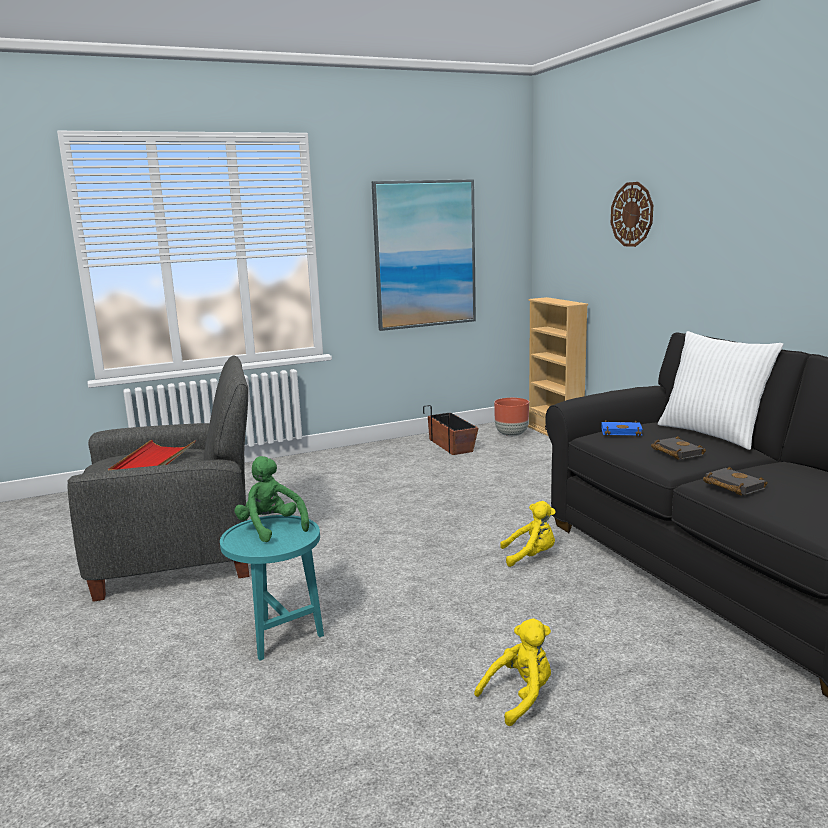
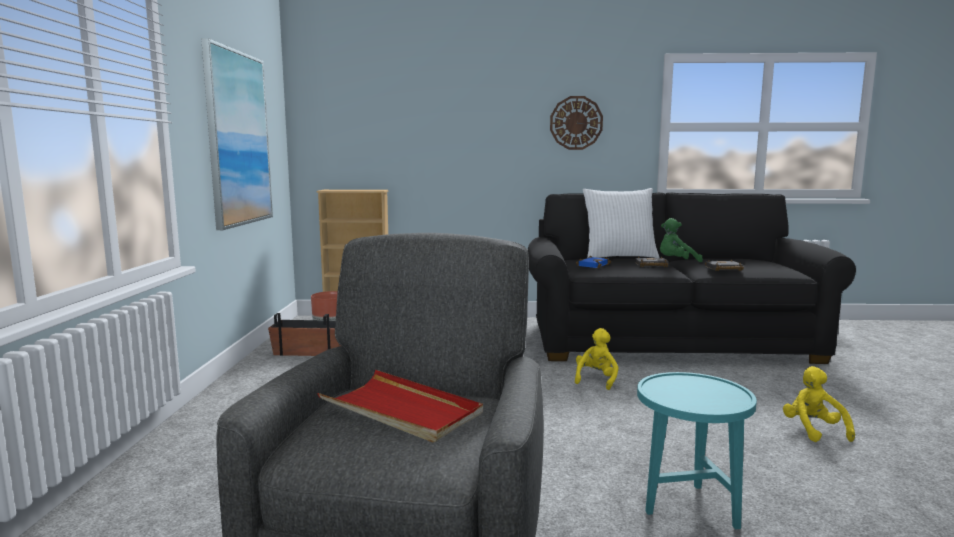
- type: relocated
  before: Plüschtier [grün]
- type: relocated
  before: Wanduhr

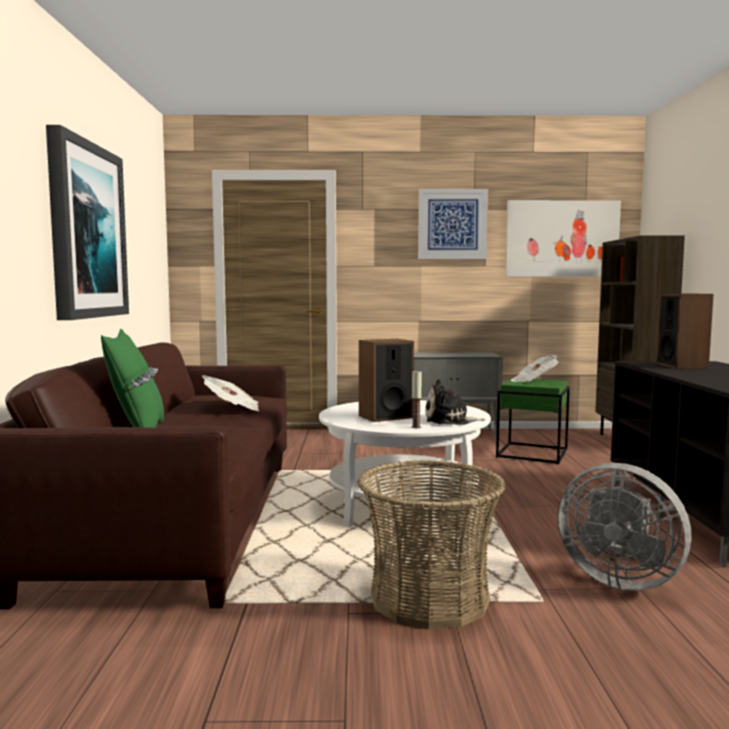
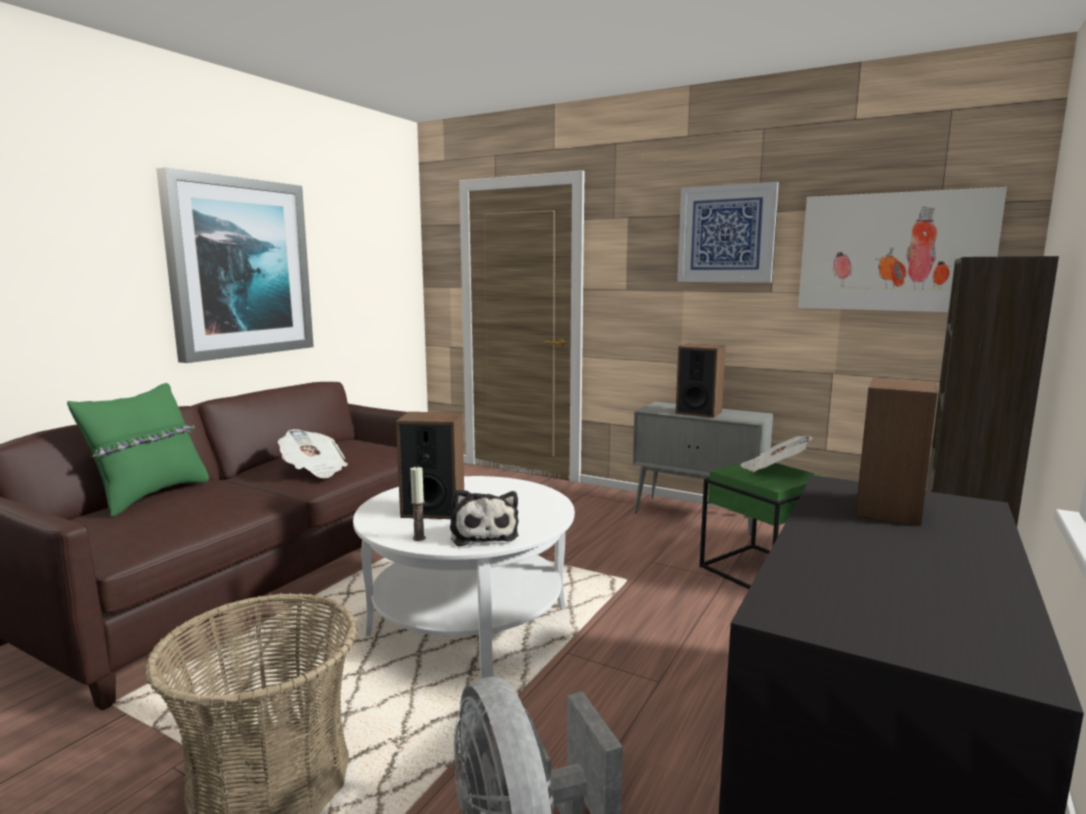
- type: spun
  before: Plüschtier
  turn: -135
- type: appeared
  after: Lautsprecher (no. 2 from left)

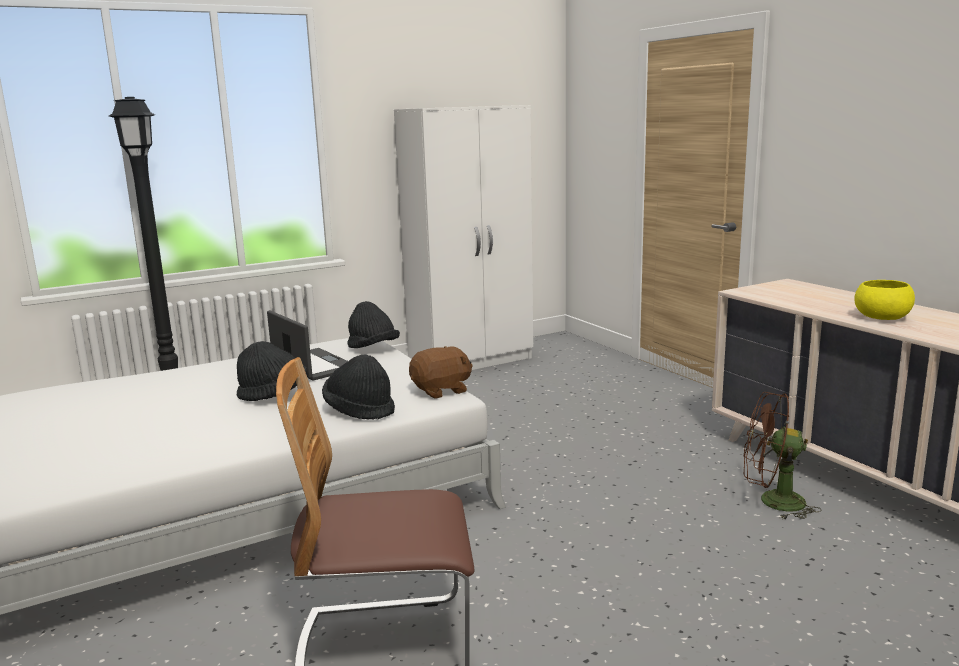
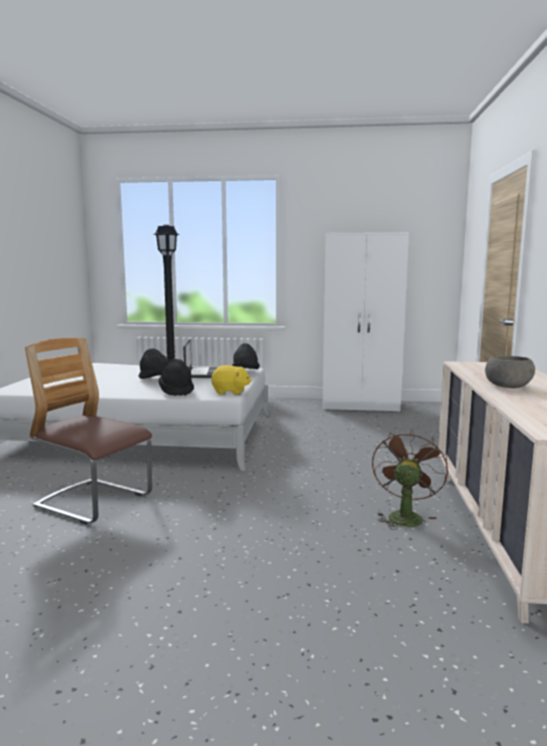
- type: colour
  before: Plüschtier [braun]
  after: Plüschtier [gelb]
- type: spun
  before: Ventilator [braun]
  turn: 60
- type: colour
  before: Schüssel [gelb]
  after: Schüssel [grau]

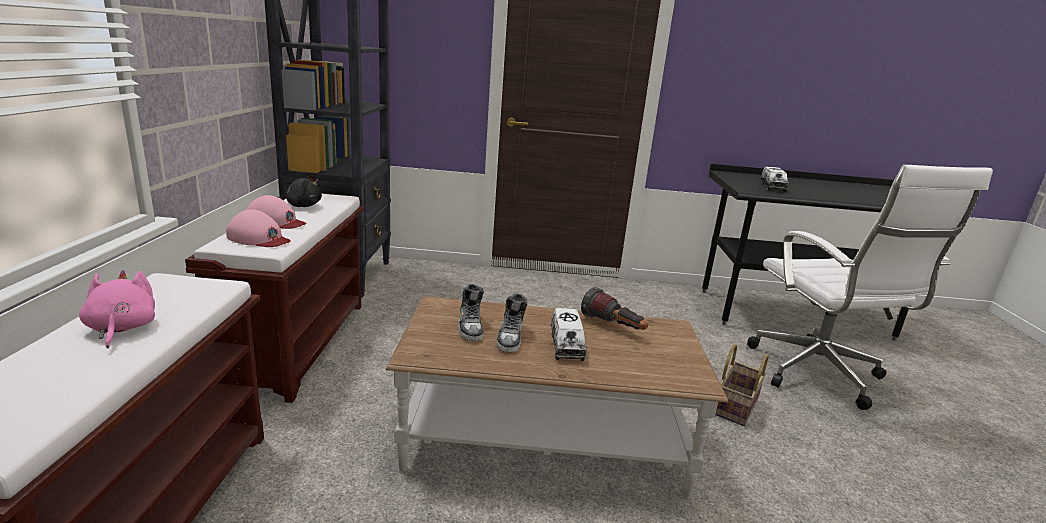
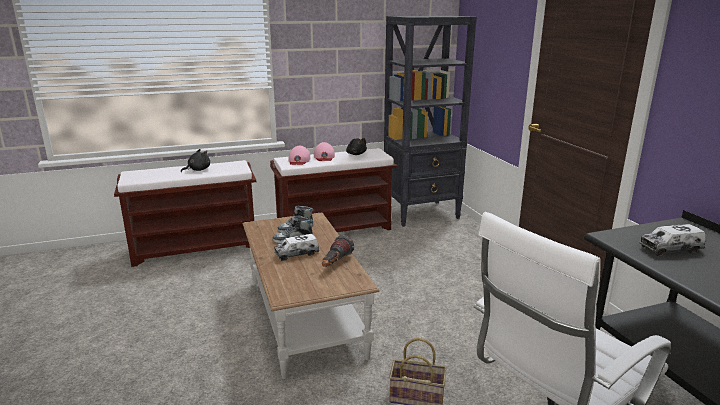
- type: colour
  before: Plüschtier [rosa]
  after: Plüschtier [schwarz] (no. 1 from left)

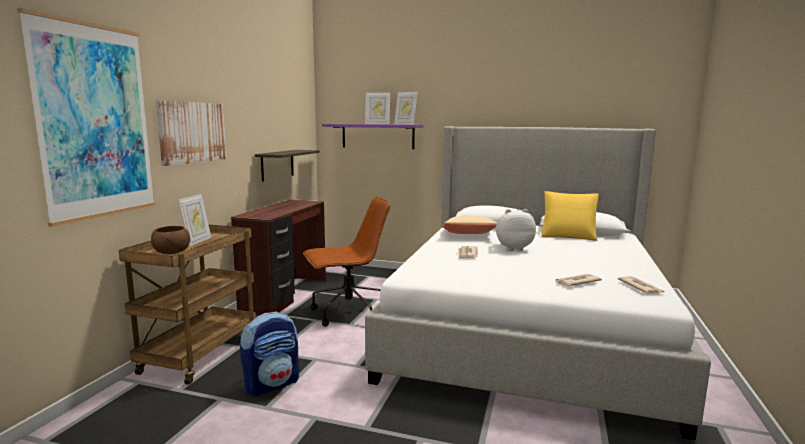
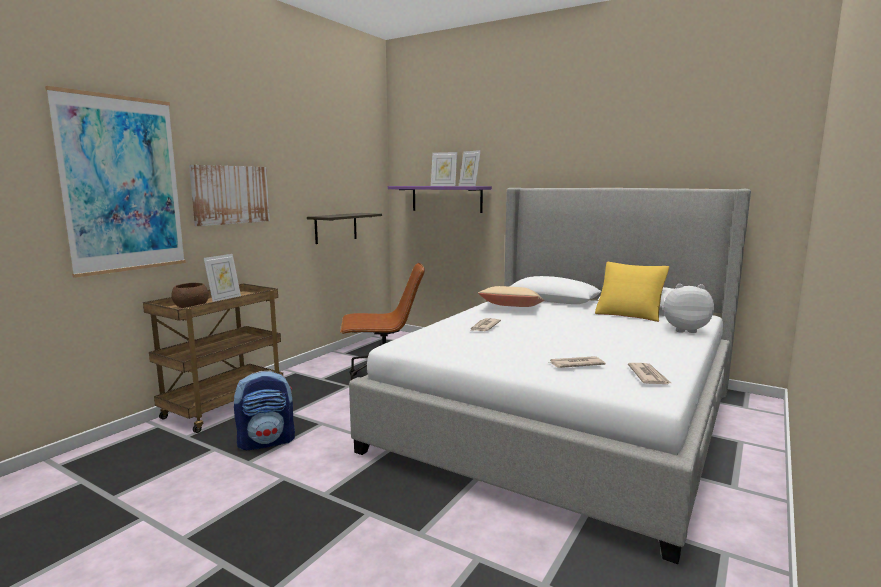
- type: missing
  before: Schreibtisch [braun]
- type: relocated
  before: Plüschtier

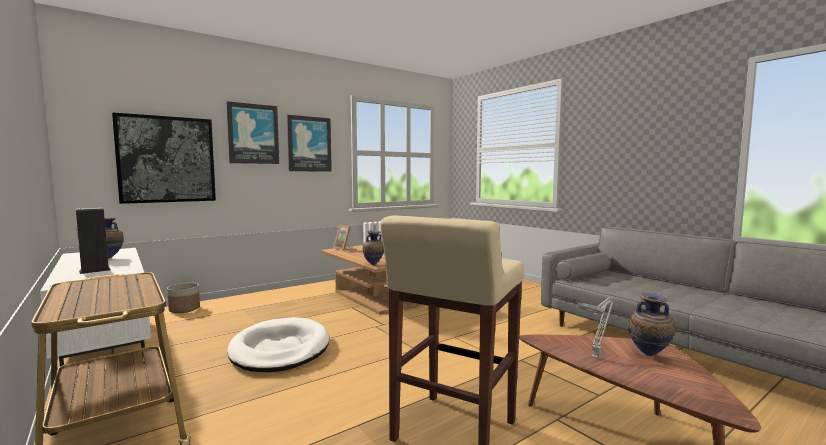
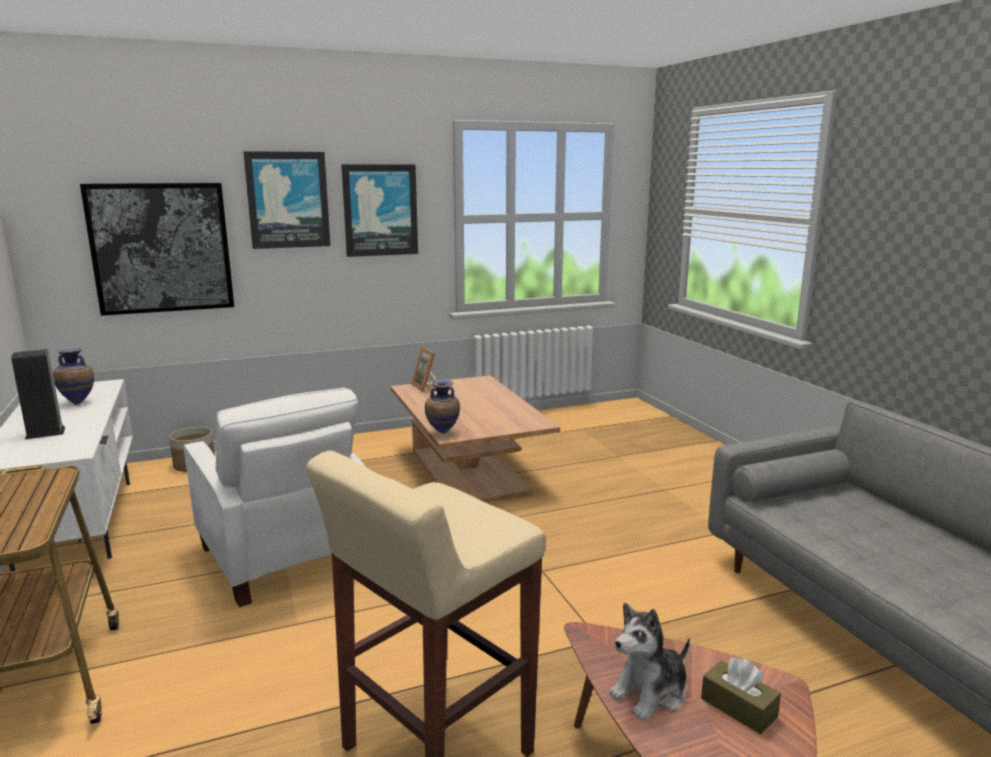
- type: exchanged
  before: Hundebett [weiß]
  after: Sessel [weiß]
- type: exchanged
  before: Tischlampe [grau]
  after: Plüschtier
- type: exchanged
  before: Vase (no. 3 from left)
  after: Taschentuchbox [braun]

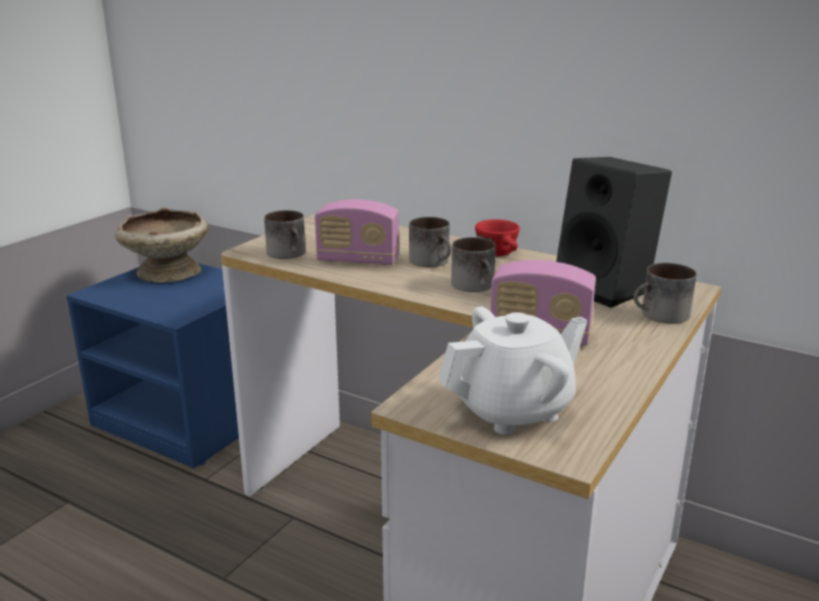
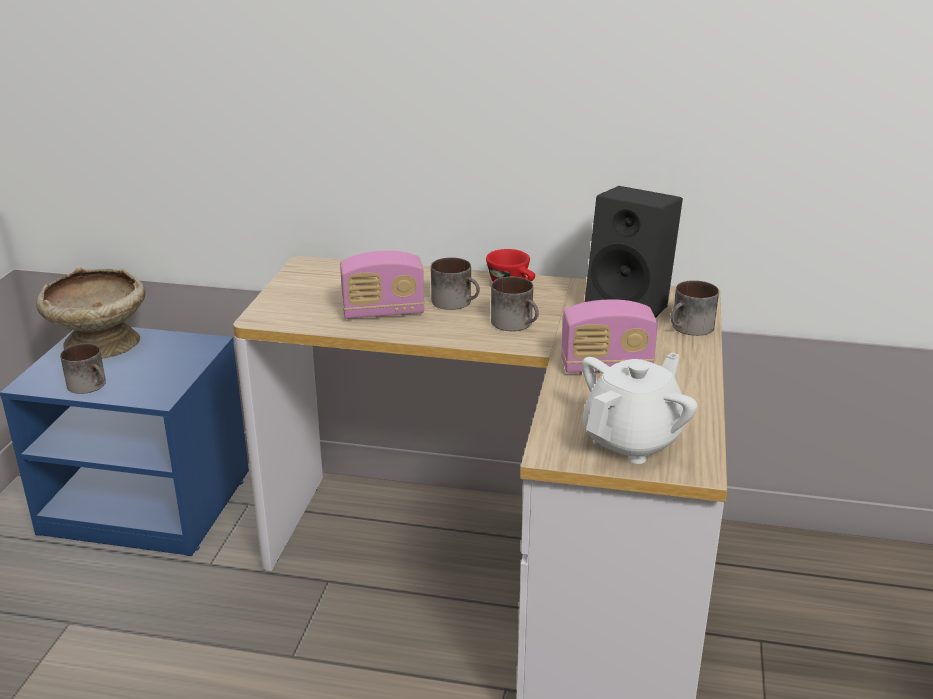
- type: relocated
  before: Henkelbecher (no. 1 from left)

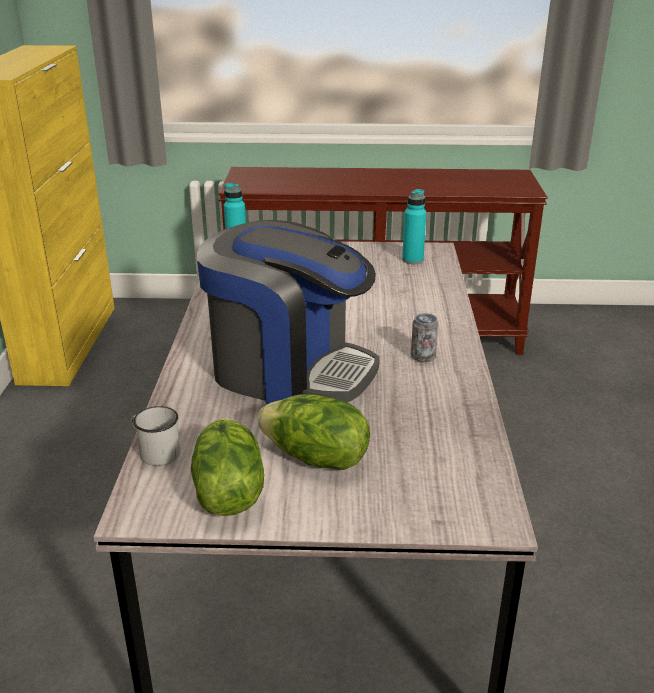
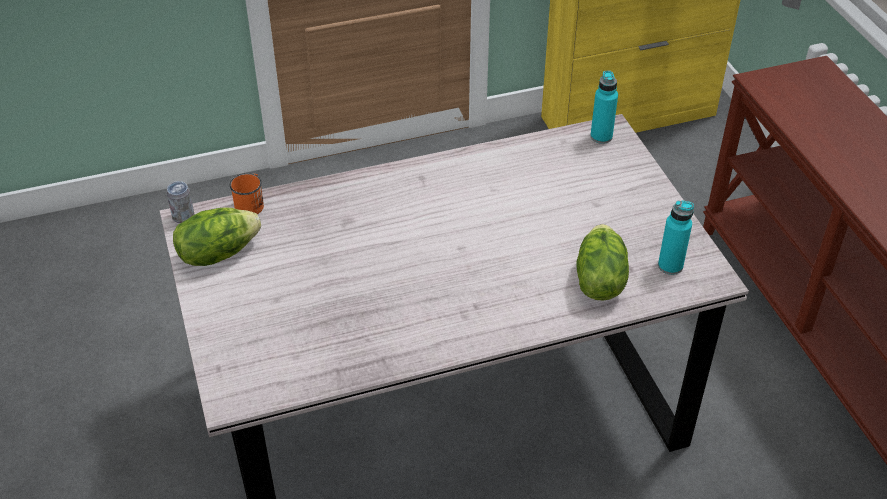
- type: colour
  before: Henkelbecher [weiß]
  after: Henkelbecher [orange]
- type: missing
  before: Kaffeemaschine
- type: relocated
  before: Salatkopf (no. 2 from left)
- type: relocated
  before: Dose

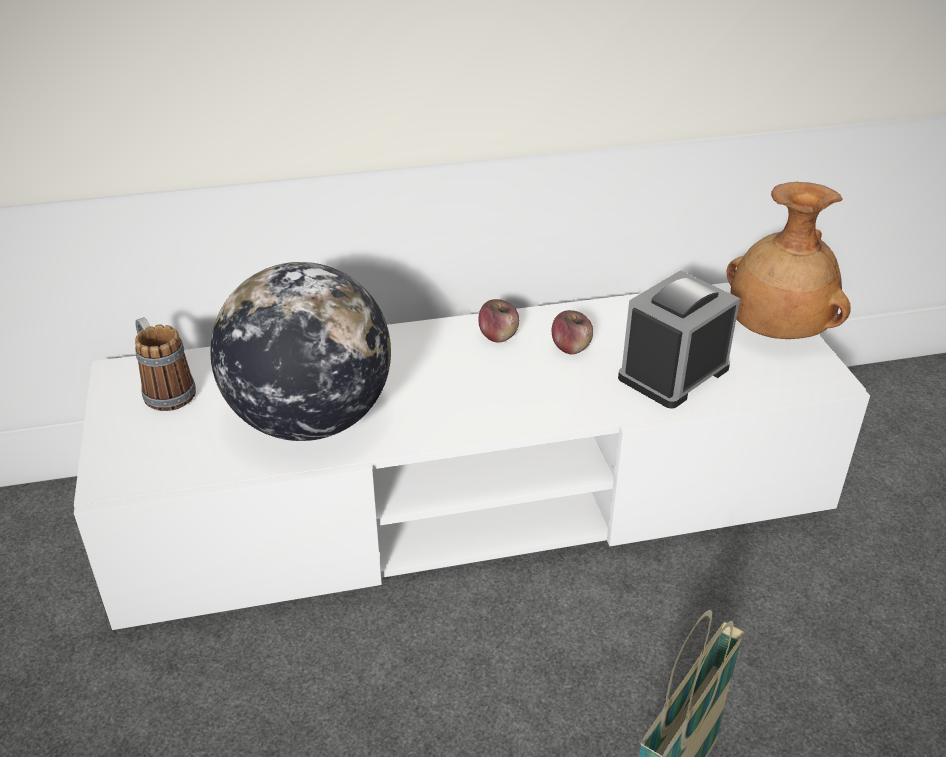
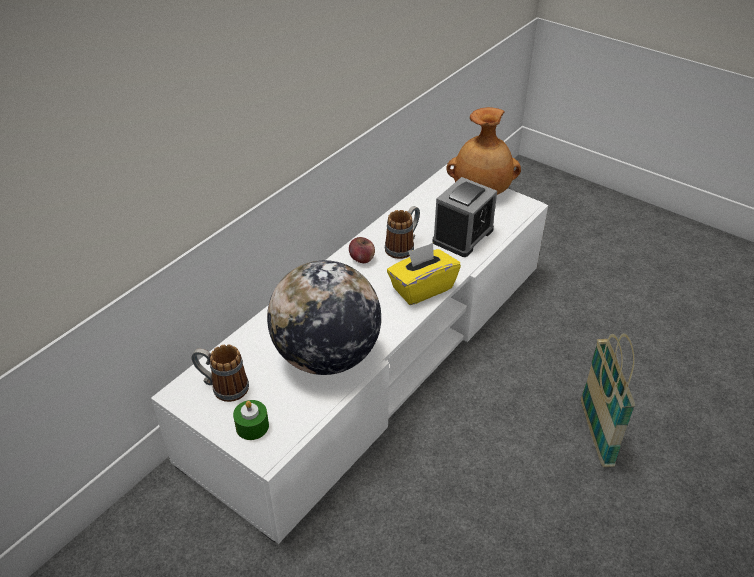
- type: exchanged
  before: Apfel (no. 2 from left)
  after: Henkelbecher (no. 2 from left)
- type: spun
  before: Wecker
  turn: -150
- type: appeared
  after: Kerze [grün]
- type: appeared
  after: Taschentuchbox [gelb]

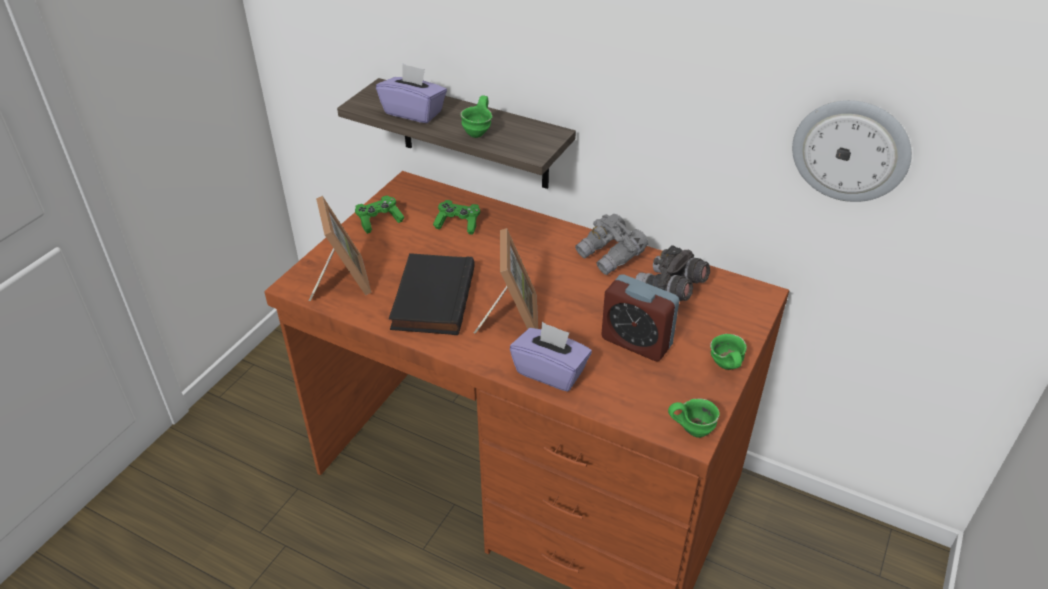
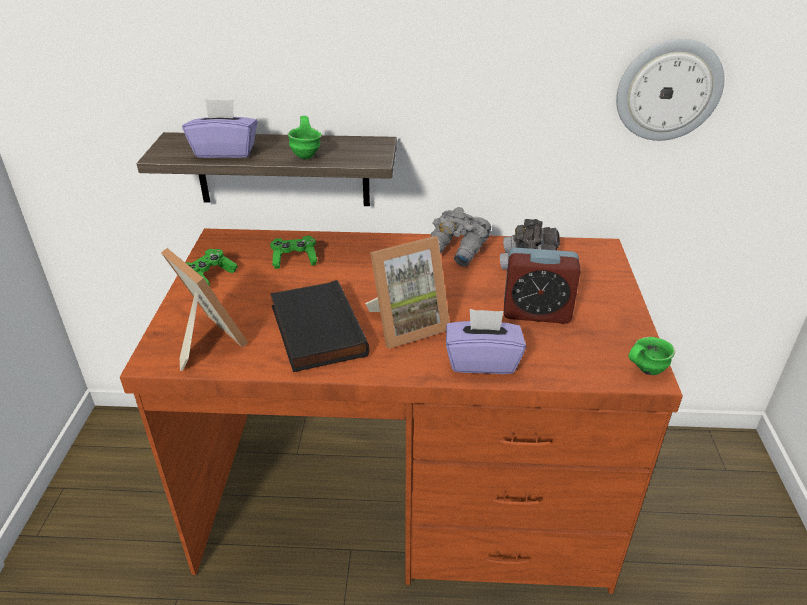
- type: spun
  before: Bilderrahmen (no. 2 from left)
  turn: 90
- type: missing
  before: Henkelbecher [grün] (no. 3 from left)

